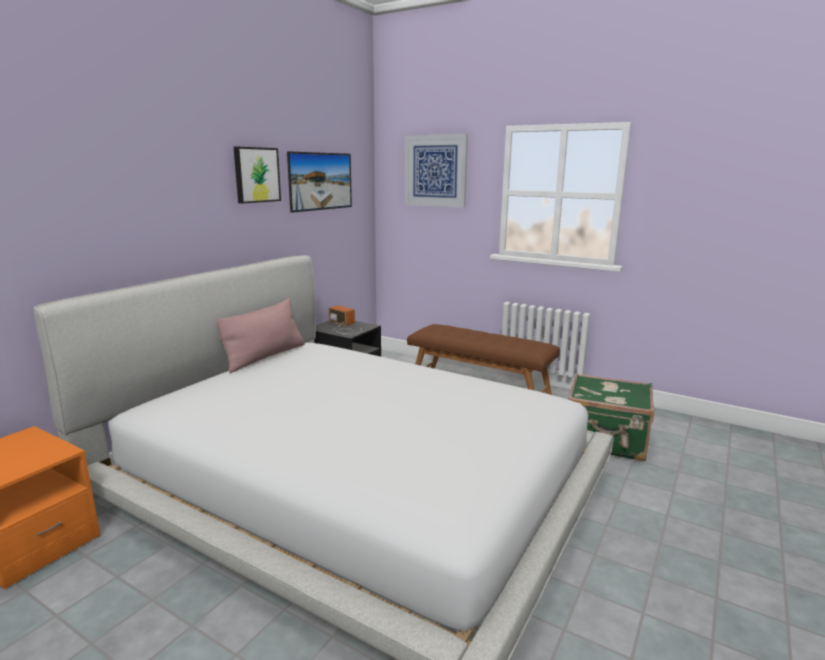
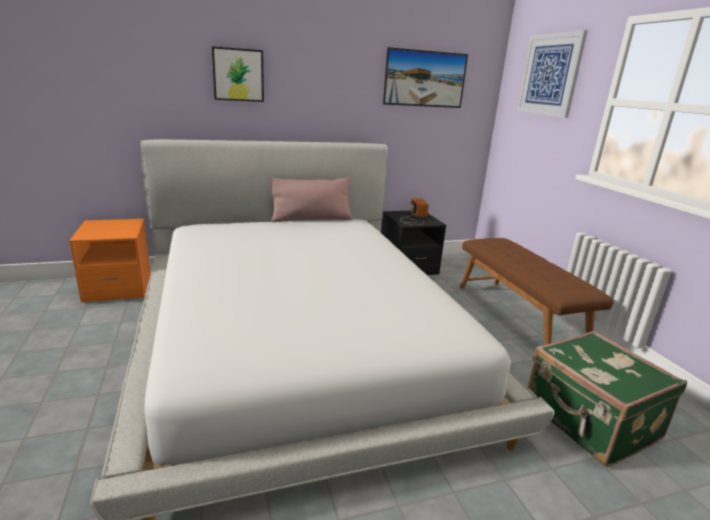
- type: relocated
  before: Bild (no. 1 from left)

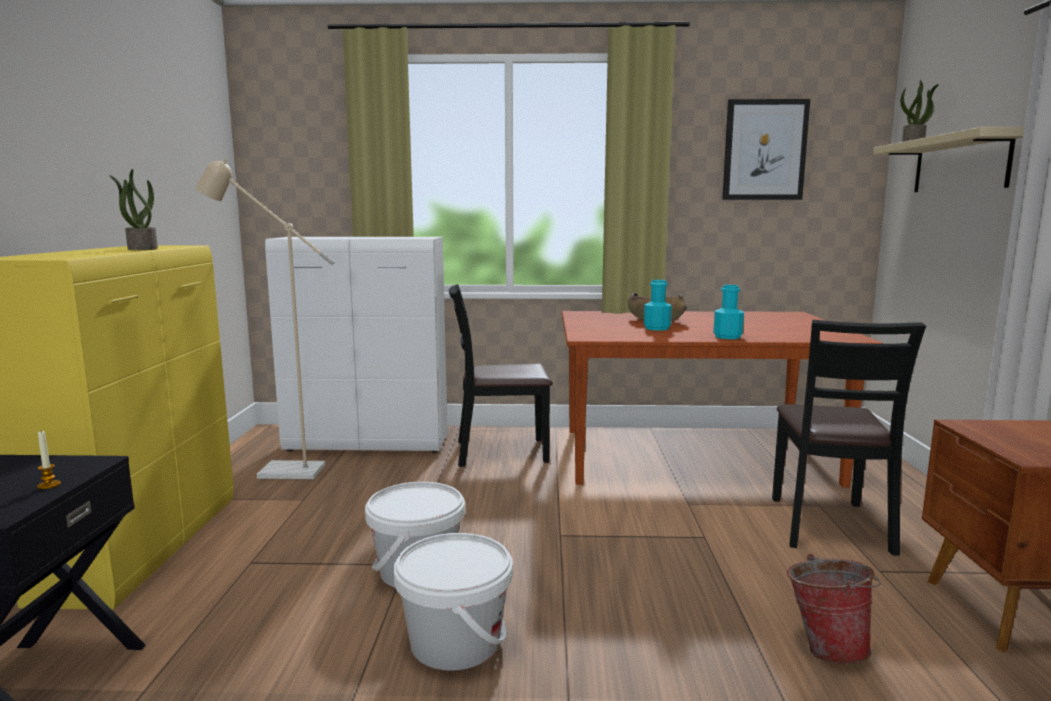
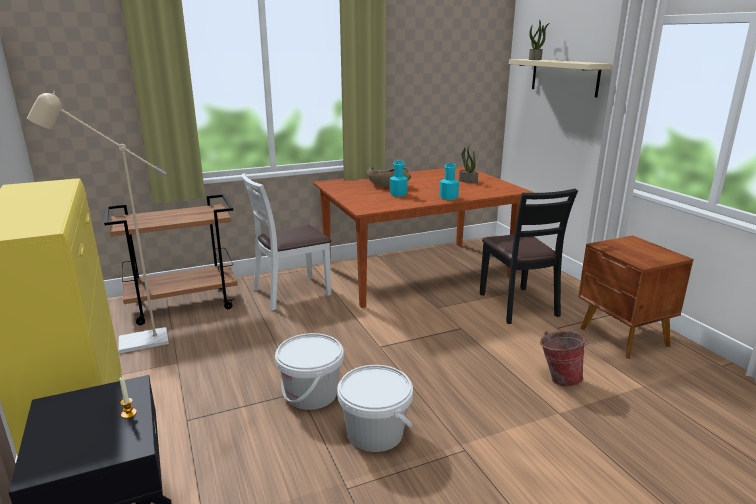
- type: relocated
  before: Topfpflanze (no. 1 from left)
- type: exchanged
  before: Schrank [weiß]
  after: Rollwagen [braun]
- type: colour
  before: Stuhl [schwarz] (no. 1 from left)
  after: Stuhl [weiß]
- type: missing
  before: Bild

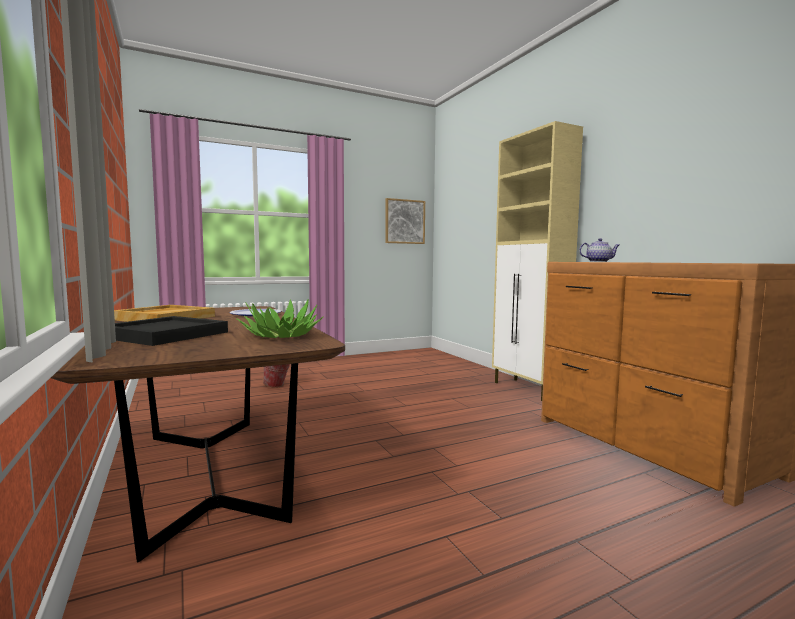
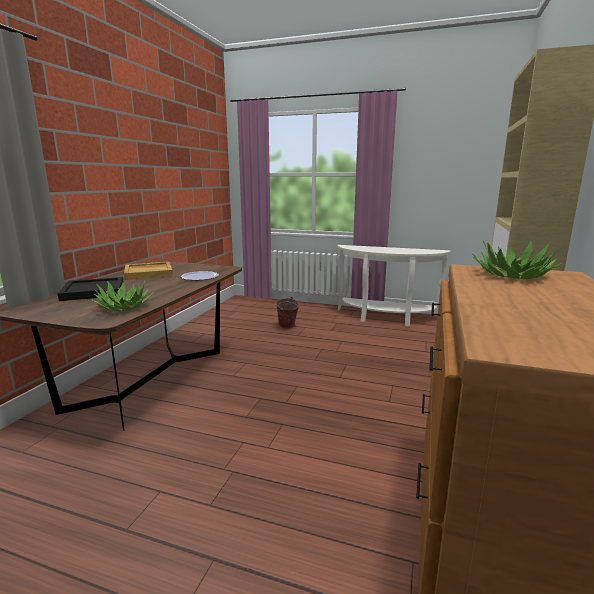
- type: missing
  before: Bild
- type: exchanged
  before: Teekanne
  after: Topfpflanze (no. 2 from left)
- type: appeared
  after: Konsolentisch [weiß]

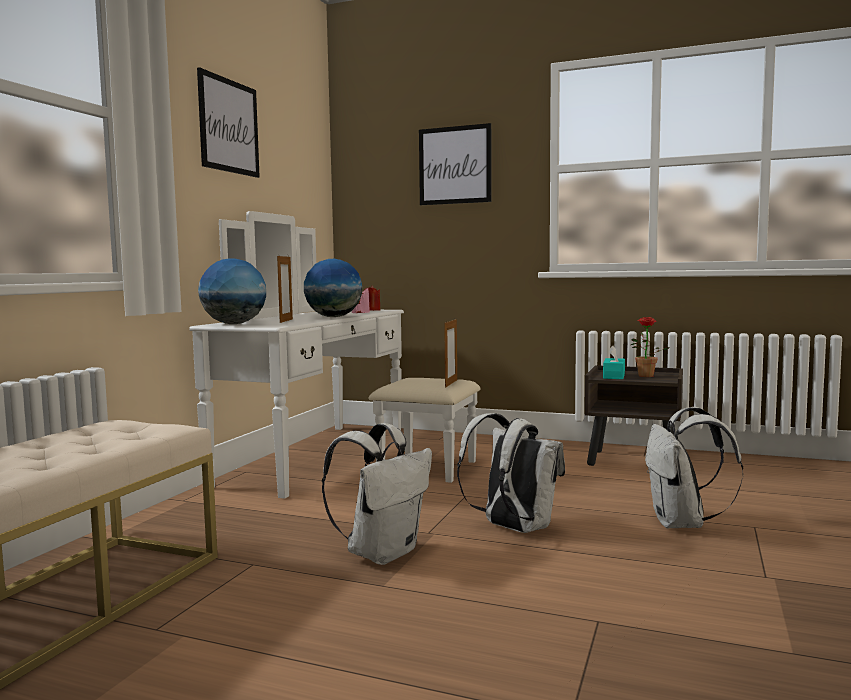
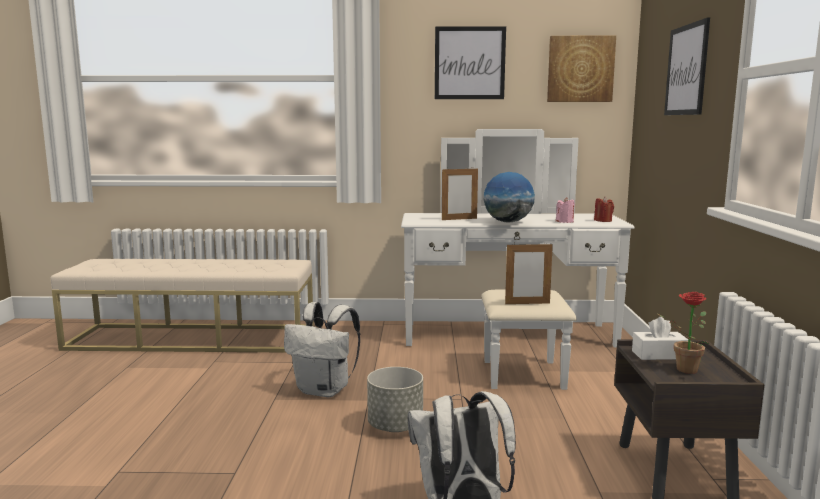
- type: missing
  before: Globus (no. 1 from left)
- type: exchanged
  before: Rucksack [weiß] (no. 2 from left)
  after: Pflanzkübel [grau]
- type: colour
  before: Taschentuchbox [türkis]
  after: Taschentuchbox [weiß]
- type: appeared
  after: Bild (no. 2 from left)

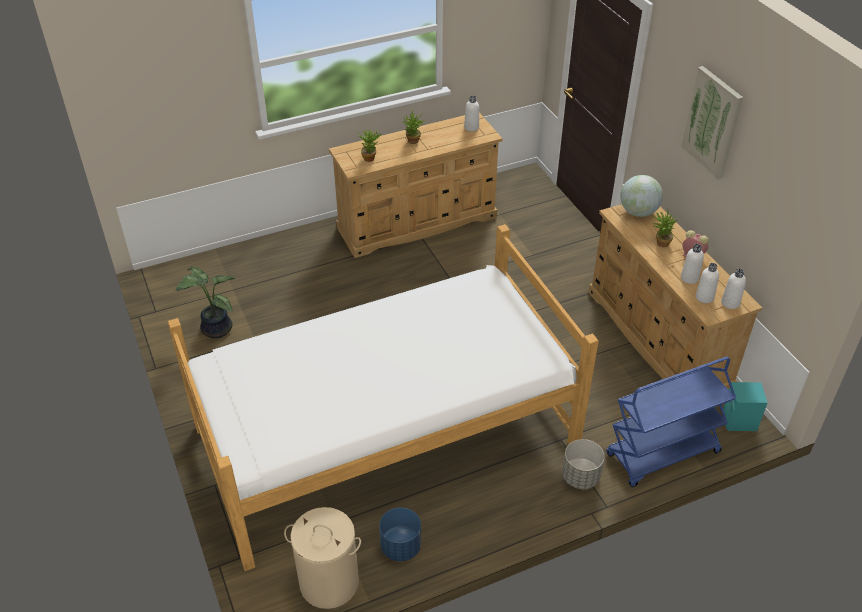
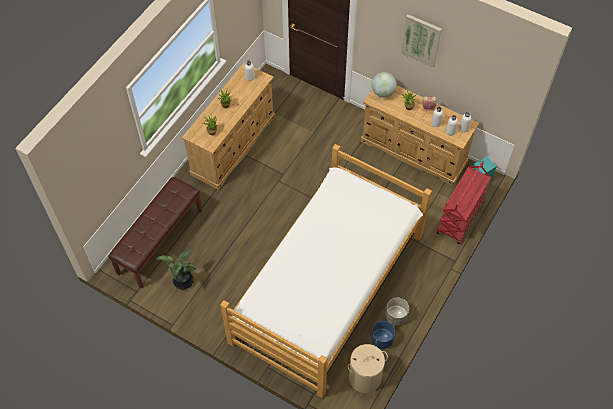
- type: relocated
  before: Pflanzkübel [grau]
- type: colour
  before: Rollwagen [blau]
  after: Rollwagen [rot]
- type: appeared
  after: Bank [braun]

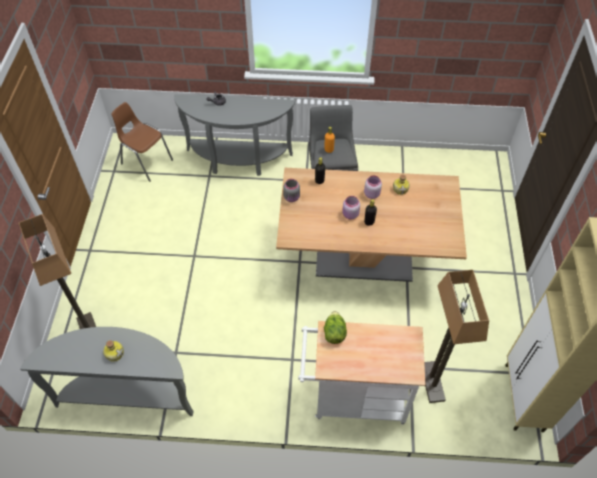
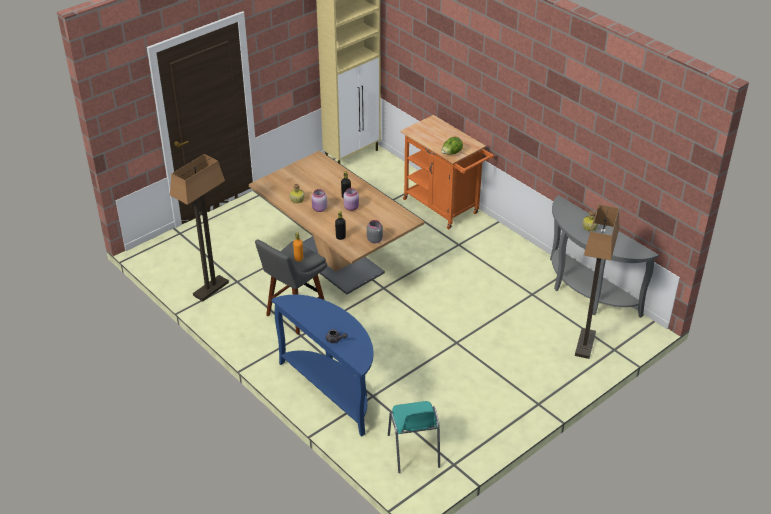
- type: colour
  before: Stuhl [braun]
  after: Stuhl [türkis]
- type: colour
  before: Konsolentisch [grau] (no. 2 from left)
  after: Konsolentisch [blau]
- type: colour
  before: Rollwagen [weiß]
  after: Rollwagen [orange]
- type: relocated
  before: Stehlampe (no. 2 from left in the first image)
  after: Stehlampe (no. 1 from left)

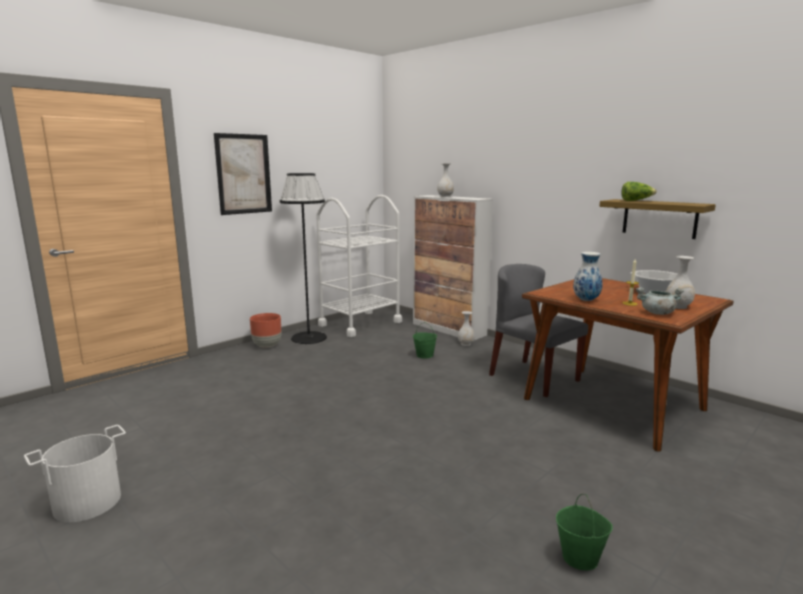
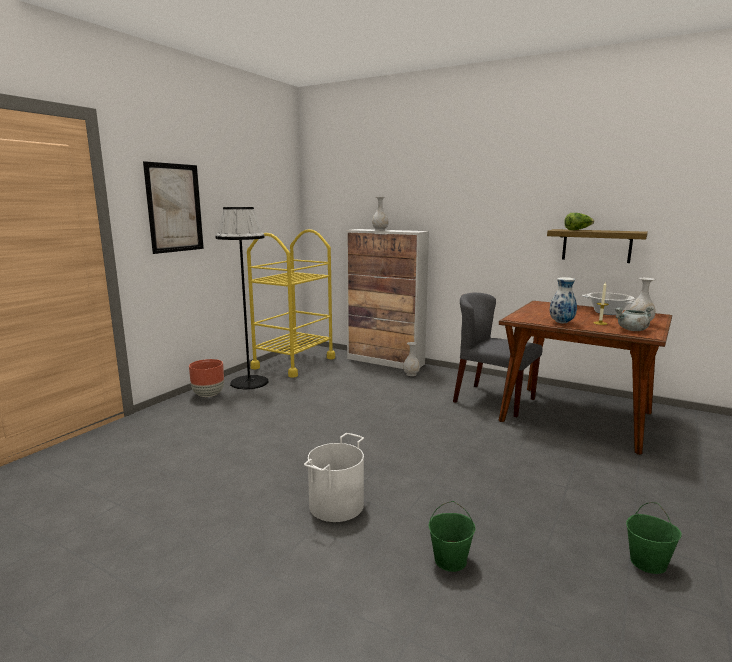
- type: relocated
  before: Eimer [weiß]
- type: colour
  before: Rollwagen [weiß]
  after: Rollwagen [gelb]
- type: relocated
  before: Eimer [grün] (no. 1 from left)

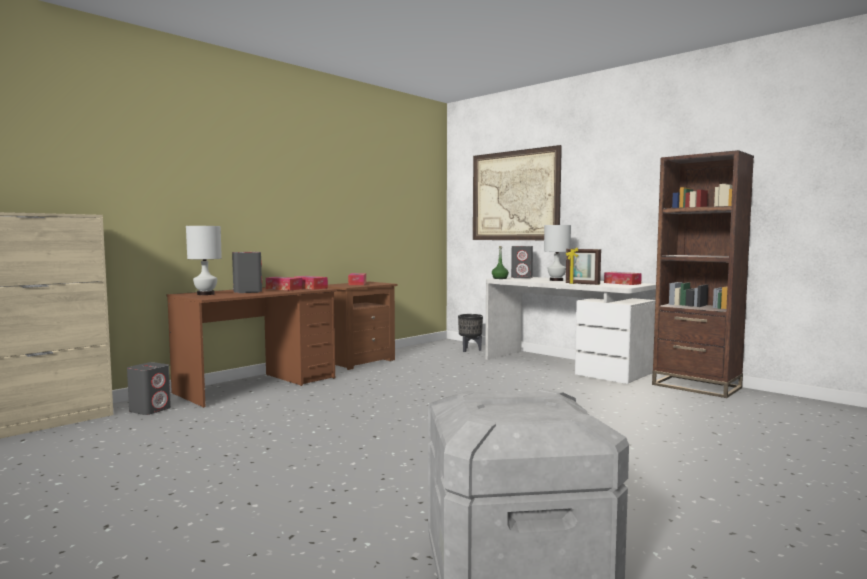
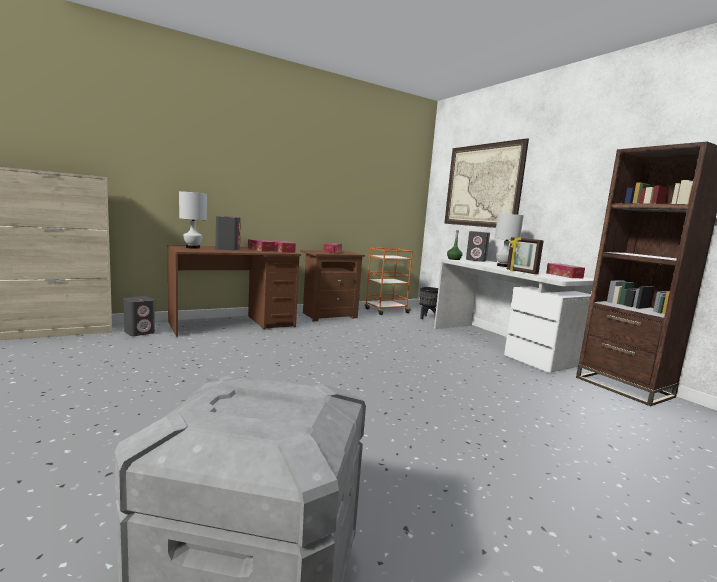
- type: appeared
  after: Rollwagen [orange]

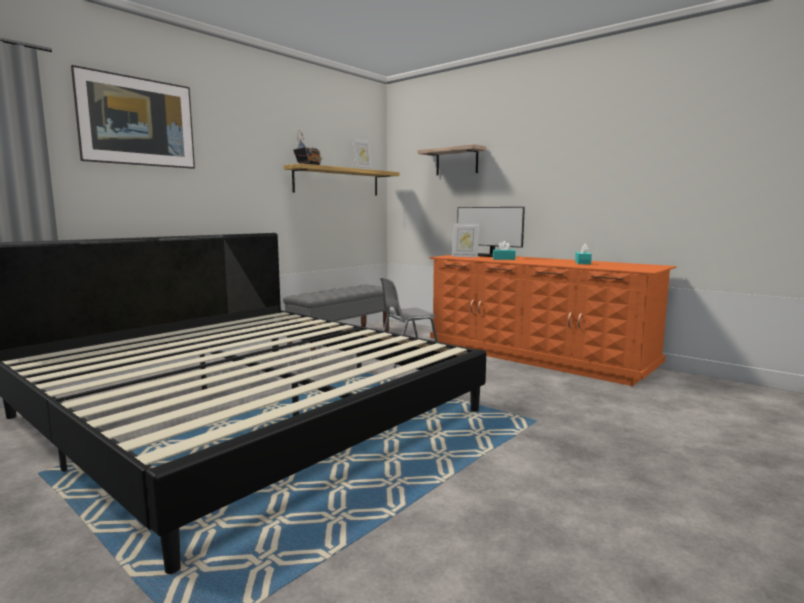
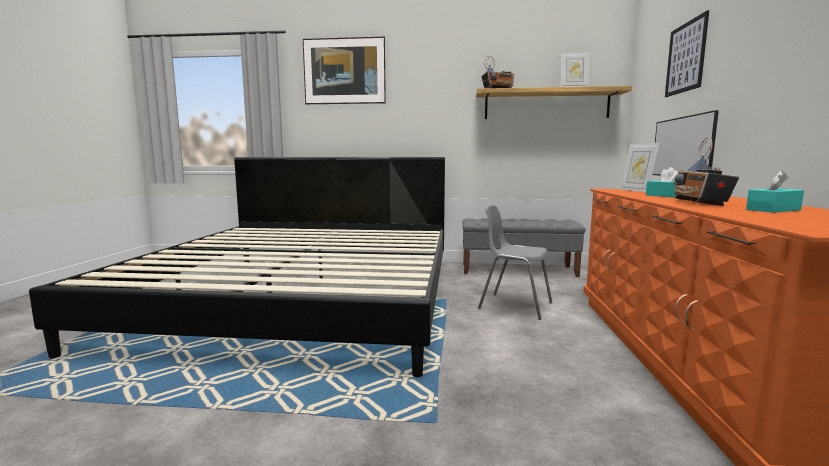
- type: exchanged
  before: Wandregal (no. 2 from left)
  after: Bild (no. 2 from left)
- type: appeared
  after: Radio (no. 2 from left)

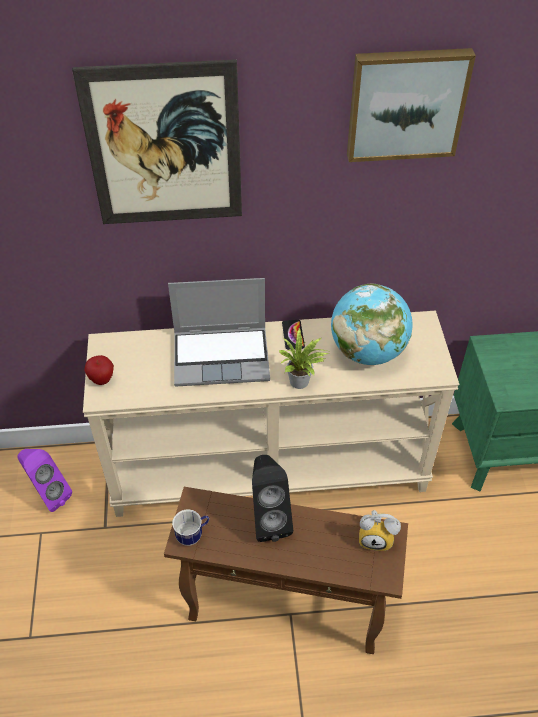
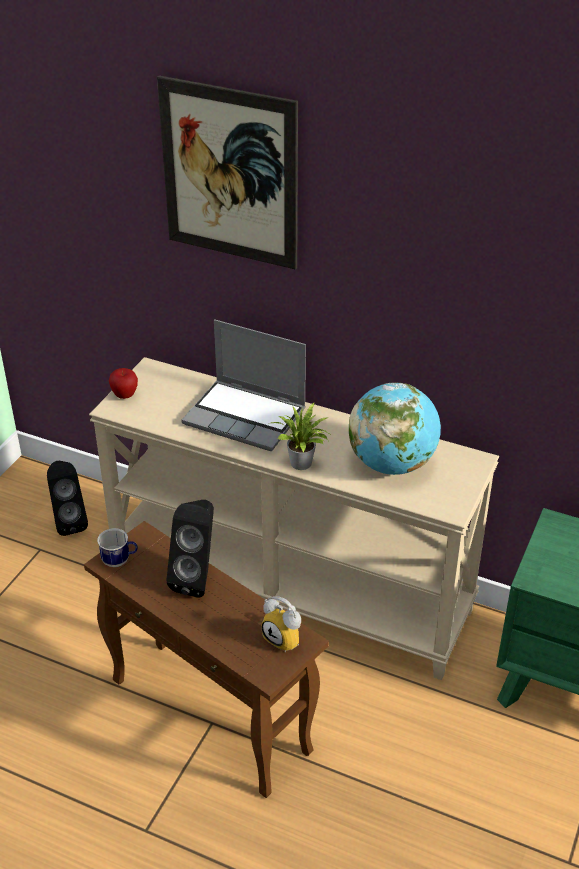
- type: colour
  before: Lautsprecher [lila]
  after: Lautsprecher [schwarz] (no. 1 from left)
- type: missing
  before: Handy
- type: missing
  before: Bild (no. 2 from left)

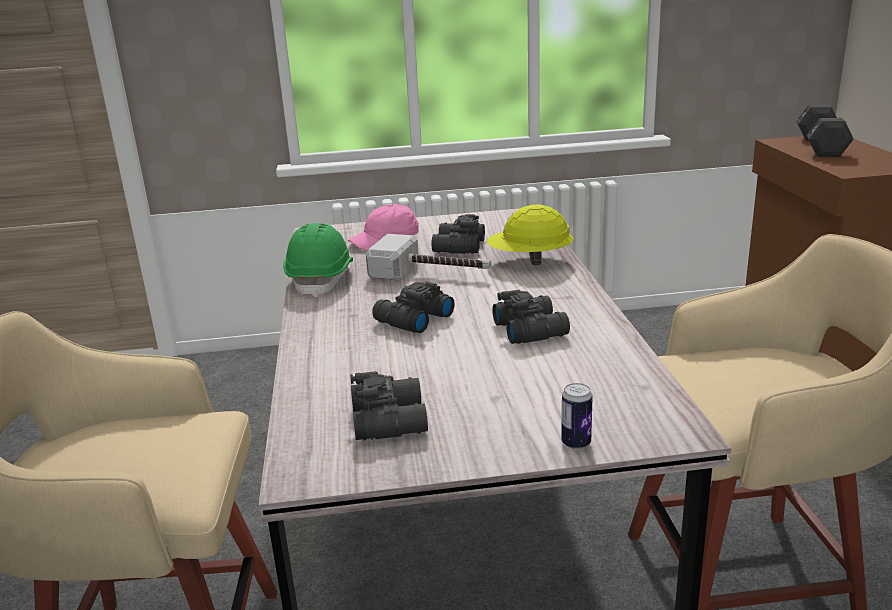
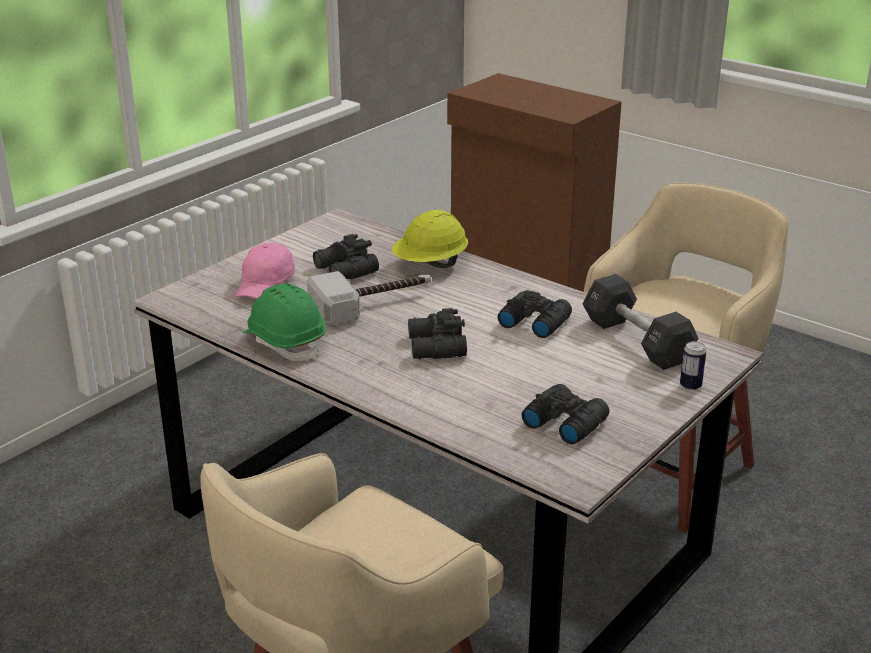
- type: relocated
  before: Hantel [schwarz]

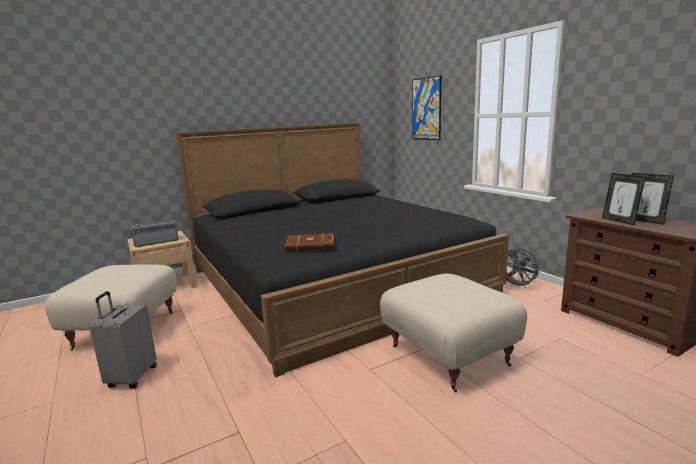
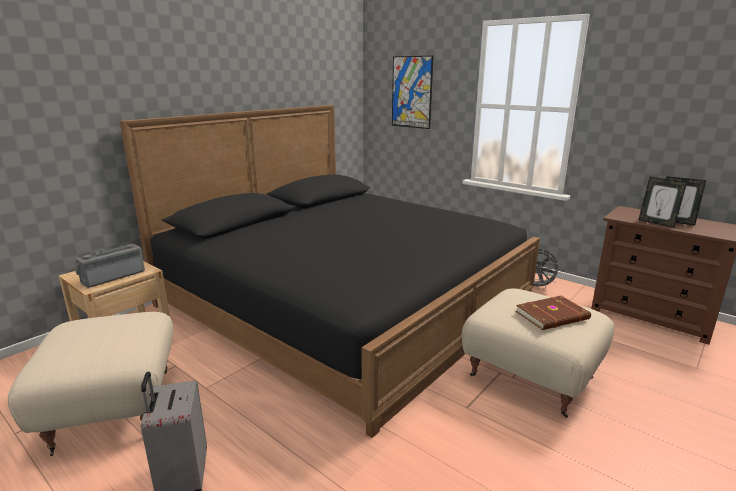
- type: relocated
  before: Buch [braun]

